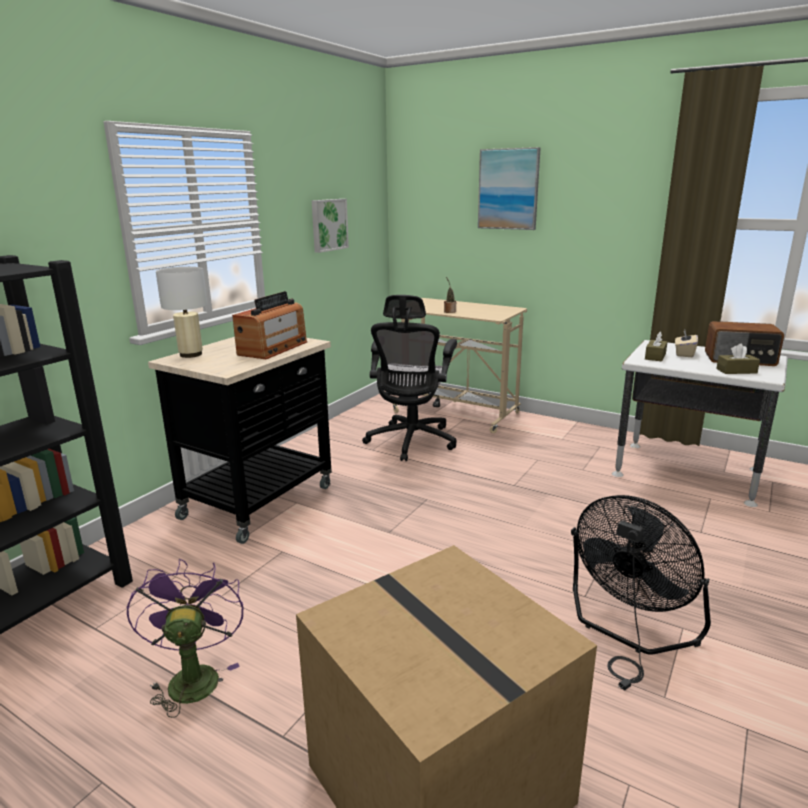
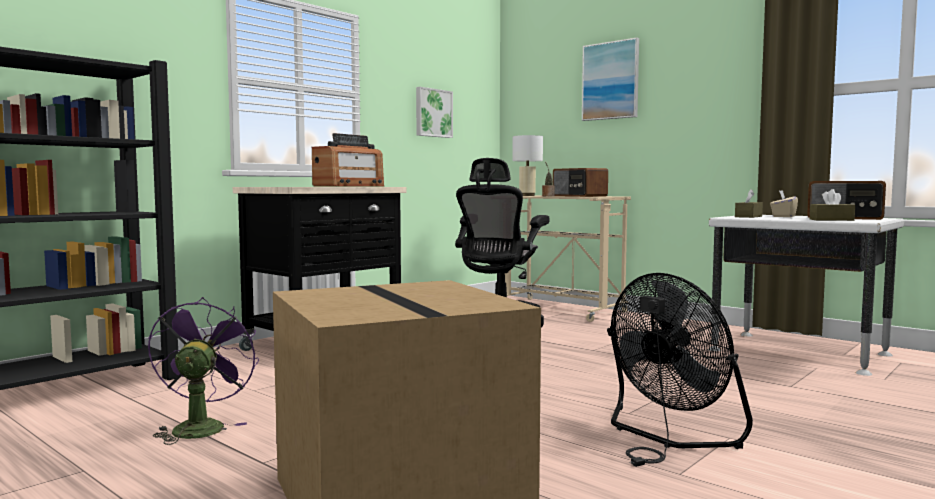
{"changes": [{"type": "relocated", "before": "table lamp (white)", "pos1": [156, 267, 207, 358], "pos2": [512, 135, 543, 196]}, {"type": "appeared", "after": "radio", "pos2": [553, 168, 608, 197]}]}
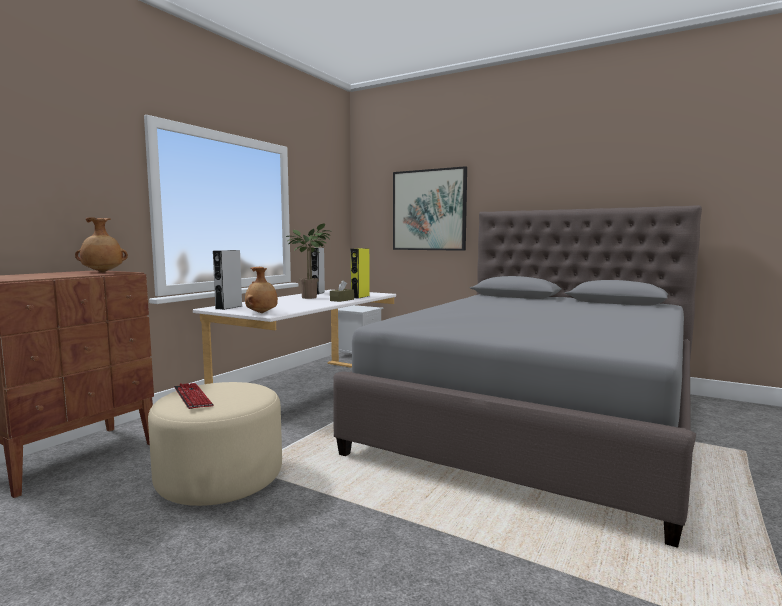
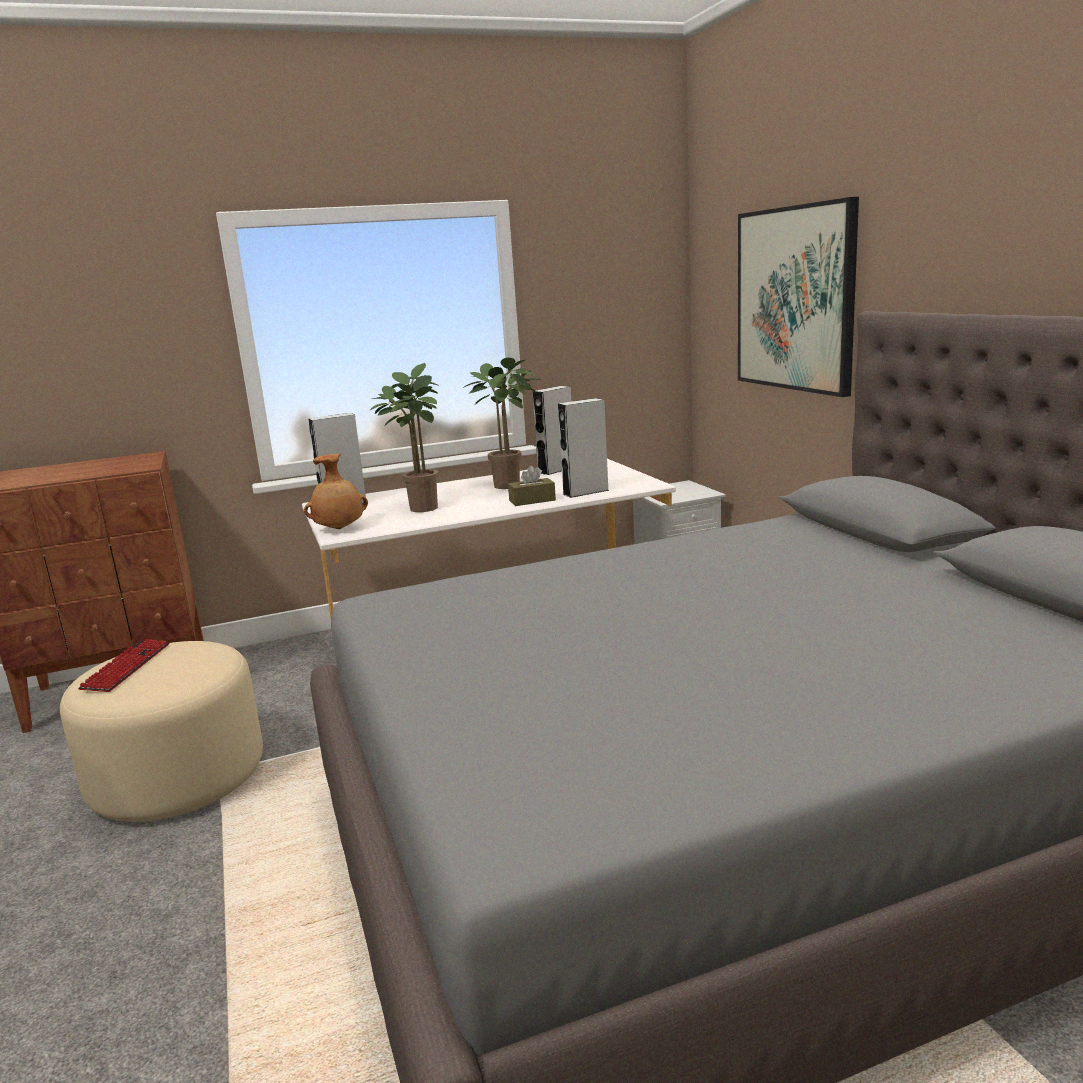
{"changes": [{"type": "missing", "before": "vase (brown)", "pos1": [75, 217, 128, 272]}, {"type": "colour", "before": "speaker (yellow)", "after": "speaker (grey)", "pos1": [350, 248, 370, 299], "pos2": [558, 398, 610, 498]}, {"type": "appeared", "after": "potted plant", "pos2": [370, 363, 439, 512]}]}
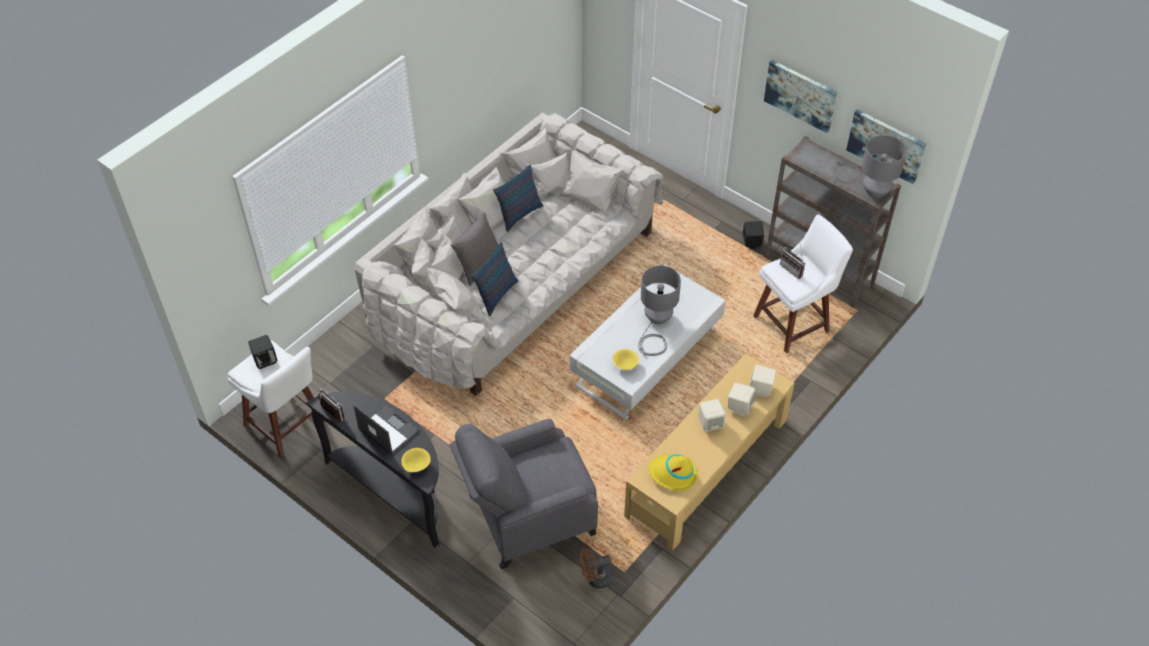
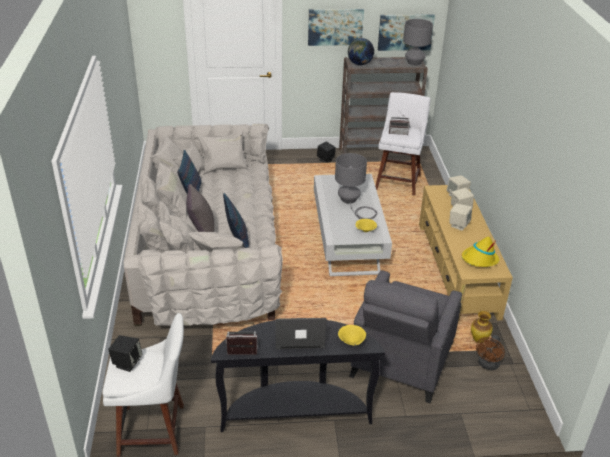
{"changes": [{"type": "appeared", "after": "globe", "pos2": [348, 38, 374, 65]}, {"type": "appeared", "after": "vase", "pos2": [471, 311, 493, 343]}]}
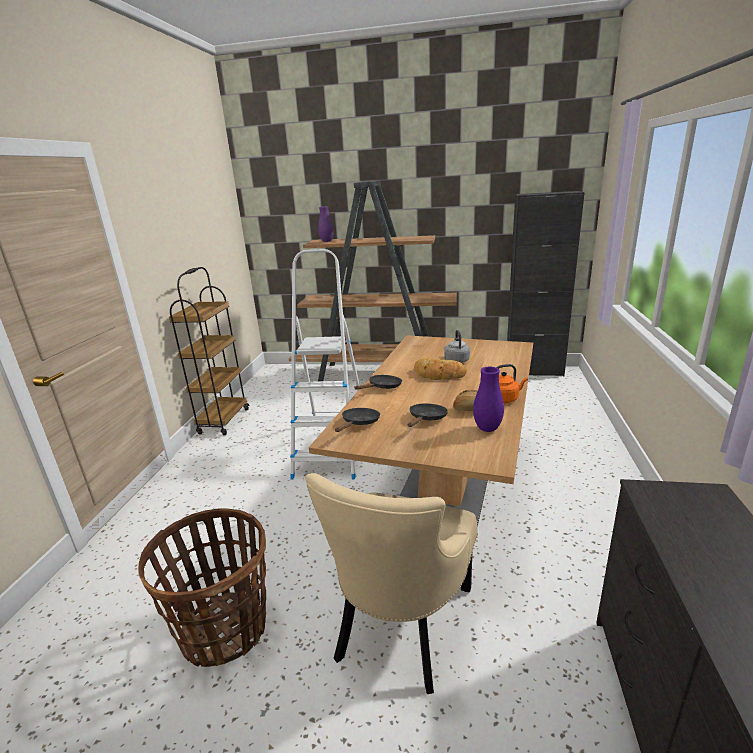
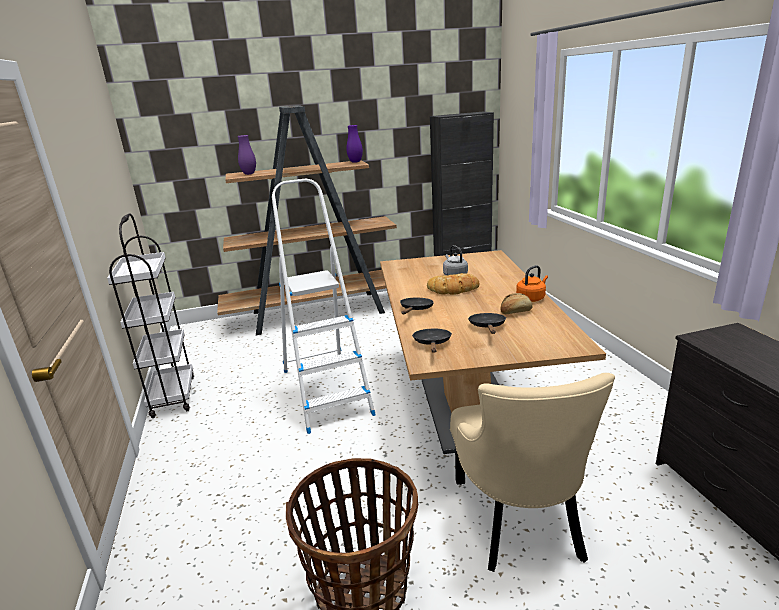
{"changes": [{"type": "colour", "before": "cart (brown)", "after": "cart (white)", "pos1": [169, 267, 250, 435], "pos2": [107, 213, 194, 418]}, {"type": "relocated", "before": "vase (purple)", "pos1": [473, 367, 504, 432], "pos2": [346, 125, 363, 163]}]}
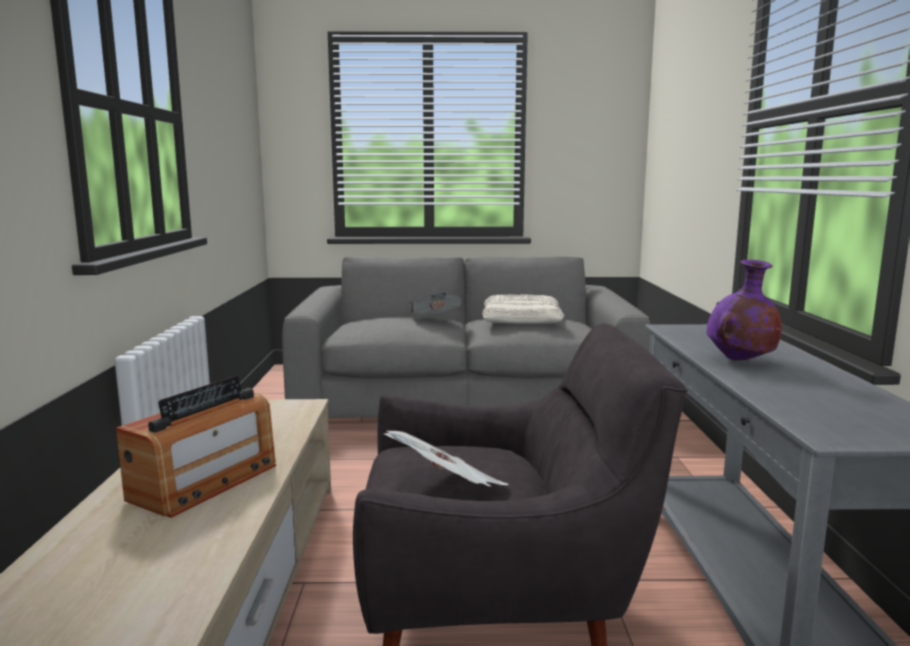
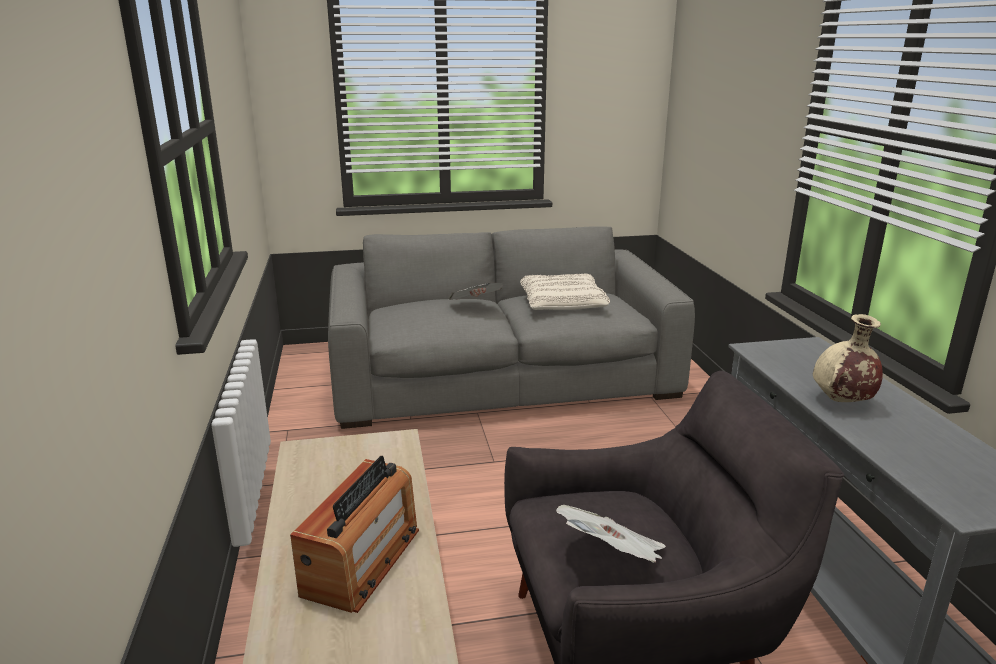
{"changes": [{"type": "colour", "before": "vase (purple)", "after": "vase (beige)", "pos1": [706, 260, 782, 361], "pos2": [813, 314, 883, 402]}]}
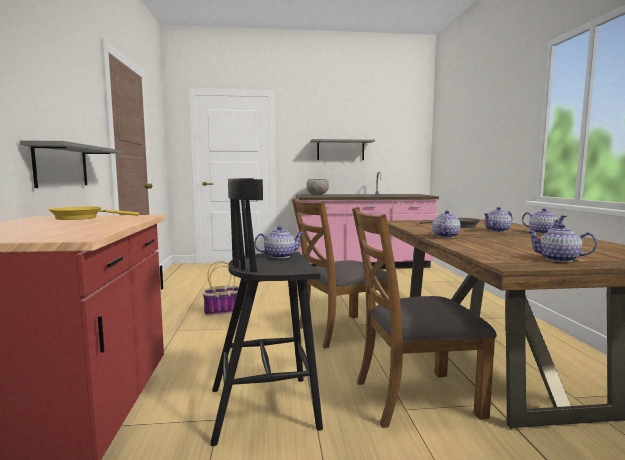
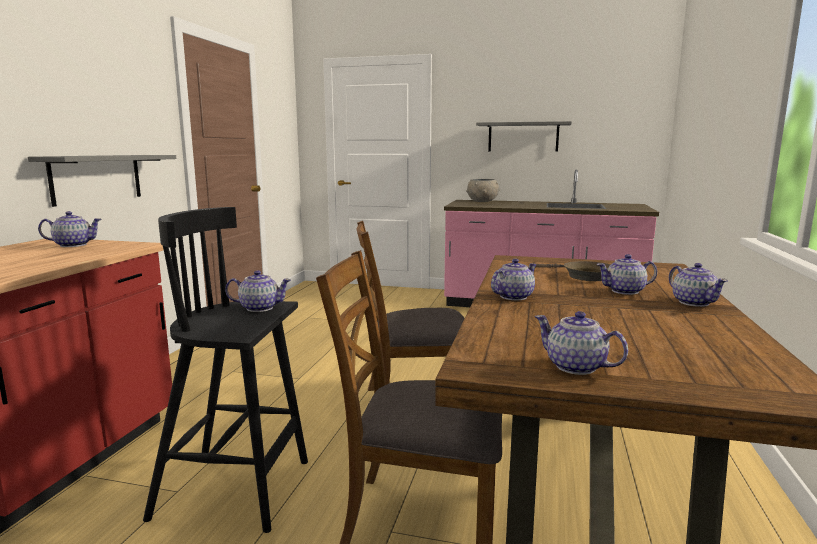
{"changes": [{"type": "exchanged", "before": "frying pan (yellow)", "after": "teapot", "pos1": [48, 206, 139, 220], "pos2": [38, 211, 102, 247]}, {"type": "missing", "before": "basket", "pos1": [202, 261, 239, 316]}]}
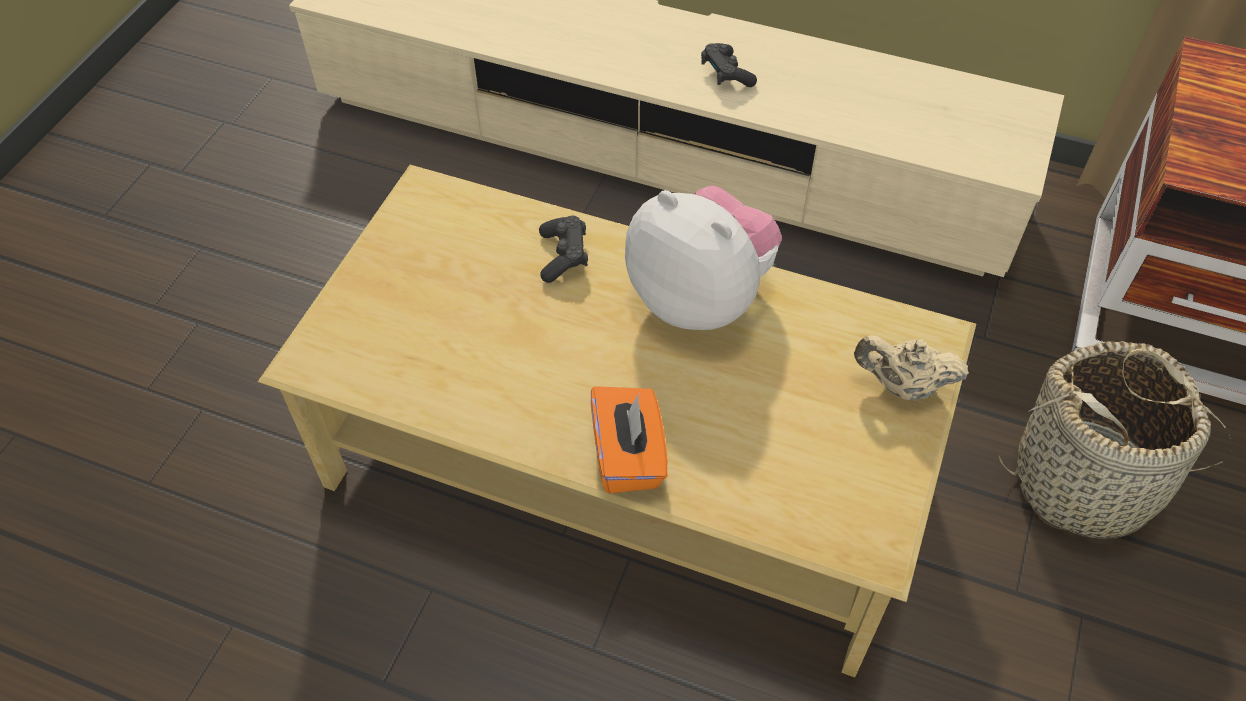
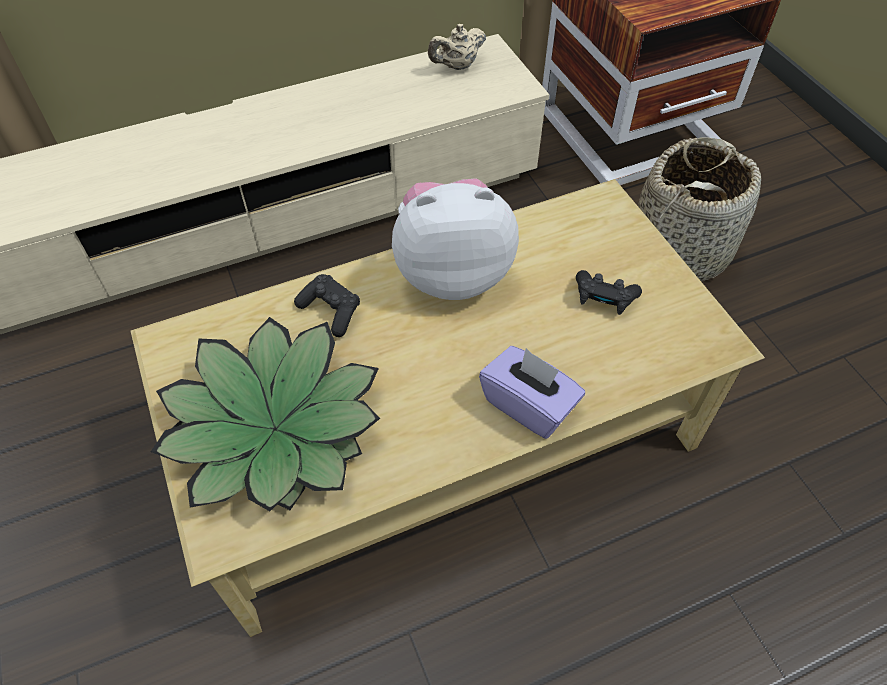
{"changes": [{"type": "relocated", "before": "game controller (black)", "pos1": [701, 43, 757, 87], "pos2": [576, 270, 642, 315]}, {"type": "relocated", "before": "teapot (beige)", "pos1": [854, 335, 969, 401], "pos2": [428, 24, 486, 70]}, {"type": "colour", "before": "tissue box (orange)", "after": "tissue box (purple)", "pos1": [591, 386, 668, 494], "pos2": [479, 346, 585, 439]}, {"type": "appeared", "after": "potted plant", "pos2": [151, 317, 380, 511]}]}
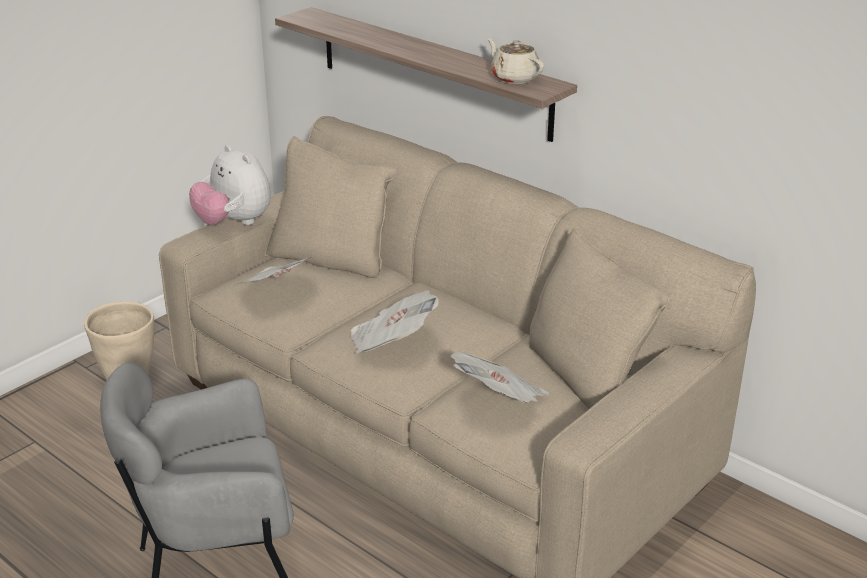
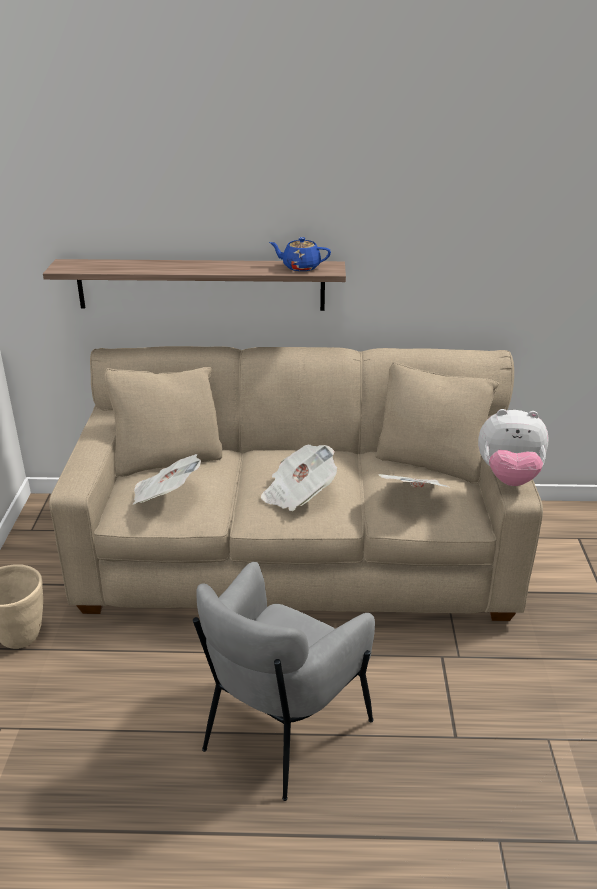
{"changes": [{"type": "colour", "before": "teapot (beige)", "after": "teapot (blue)", "pos1": [487, 38, 544, 84], "pos2": [269, 237, 331, 271]}, {"type": "relocated", "before": "plush toy", "pos1": [189, 145, 271, 225], "pos2": [478, 409, 549, 486]}]}
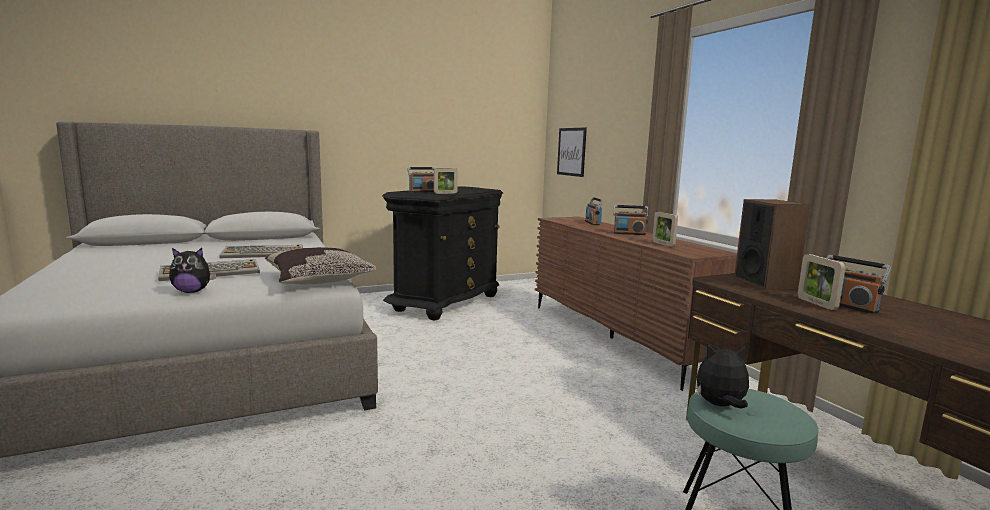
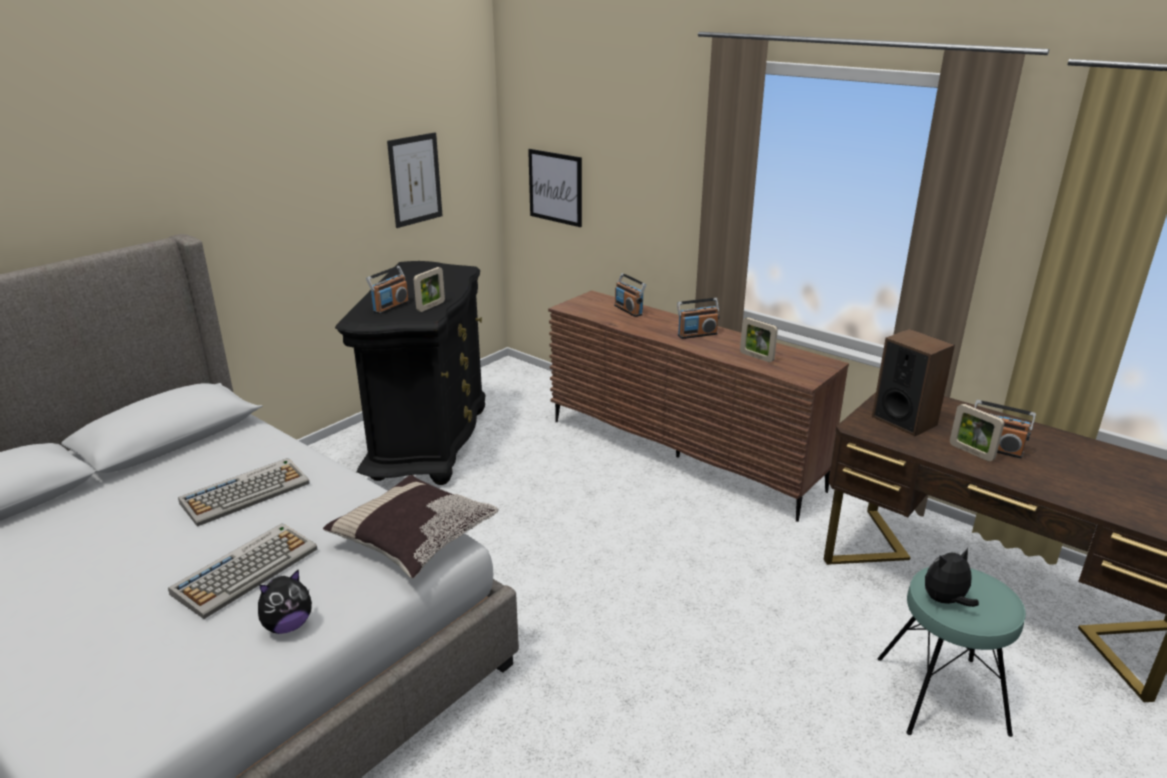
{"changes": [{"type": "appeared", "after": "picture", "pos2": [387, 132, 443, 228]}]}
